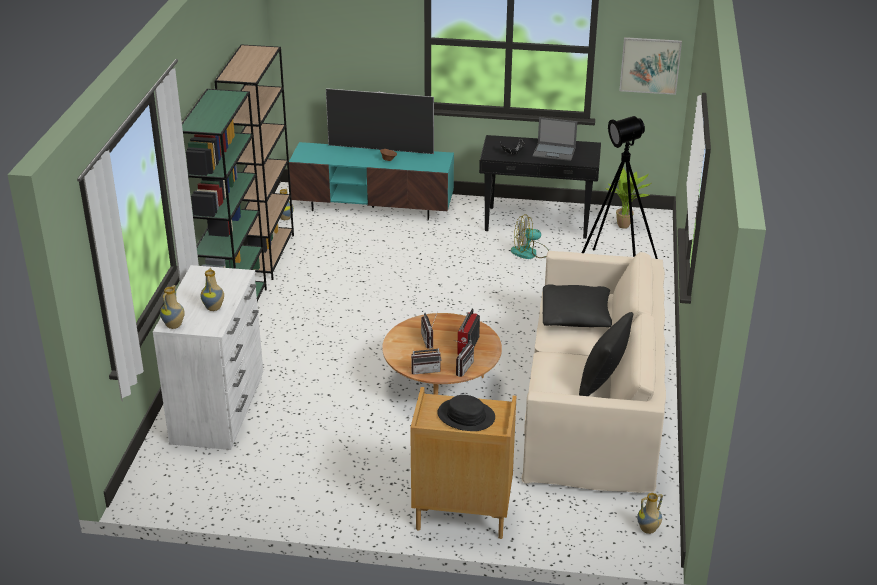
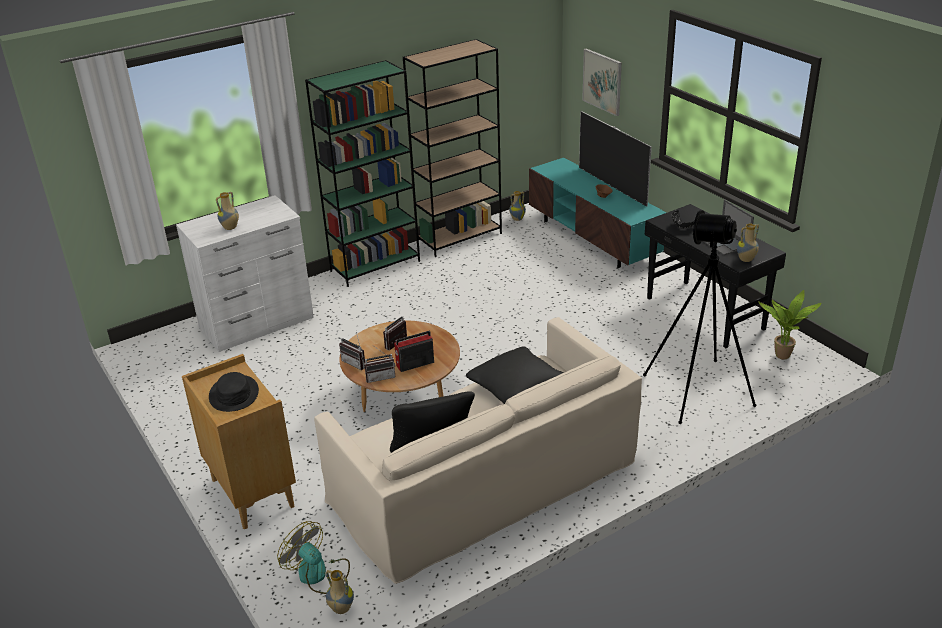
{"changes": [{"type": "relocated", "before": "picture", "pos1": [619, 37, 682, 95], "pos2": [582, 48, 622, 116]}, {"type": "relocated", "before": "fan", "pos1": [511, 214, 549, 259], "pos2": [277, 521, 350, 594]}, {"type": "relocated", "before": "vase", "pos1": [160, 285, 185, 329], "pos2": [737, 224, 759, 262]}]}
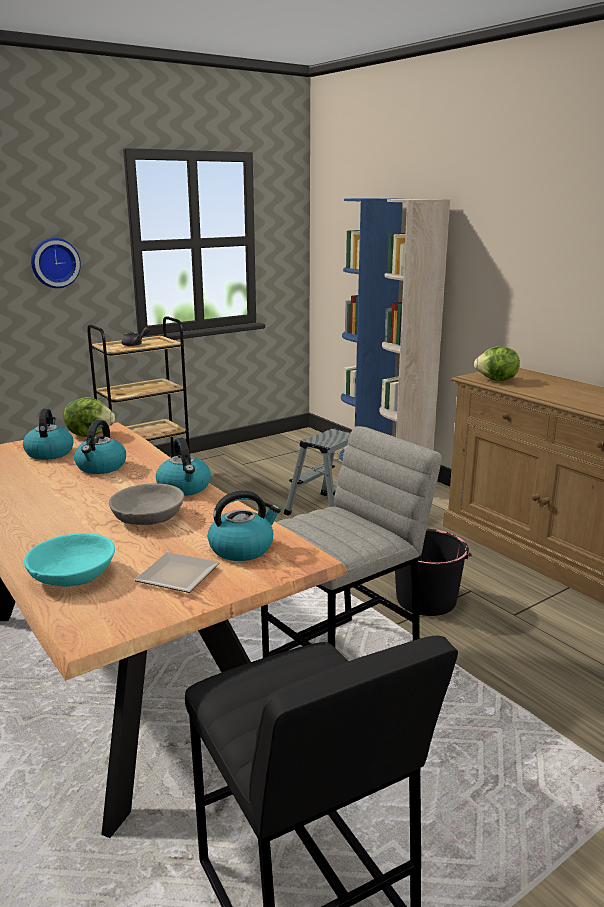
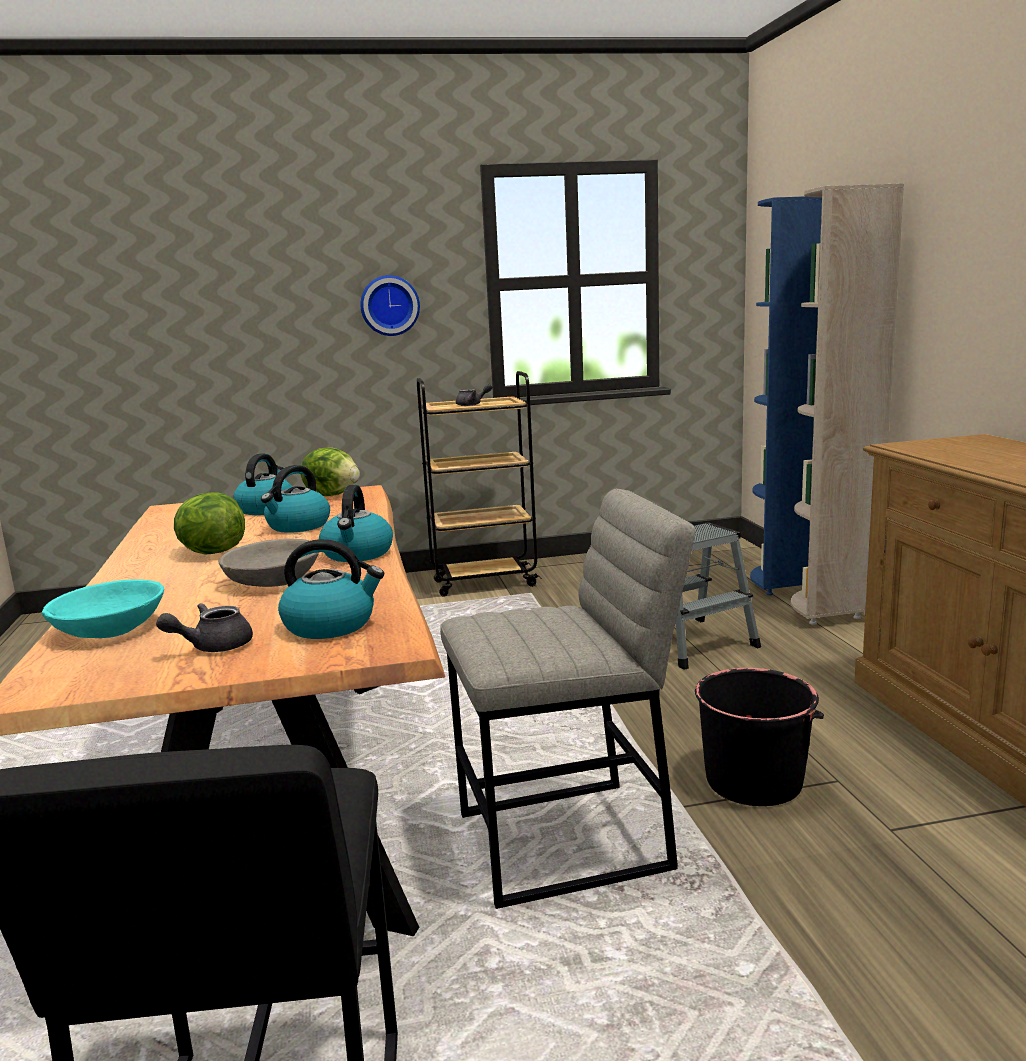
{"changes": [{"type": "relocated", "before": "lettuce", "pos1": [474, 346, 520, 381], "pos2": [174, 492, 245, 554]}, {"type": "exchanged", "before": "plate", "after": "teapot (grey)", "pos1": [134, 552, 220, 593], "pos2": [156, 603, 253, 652]}]}
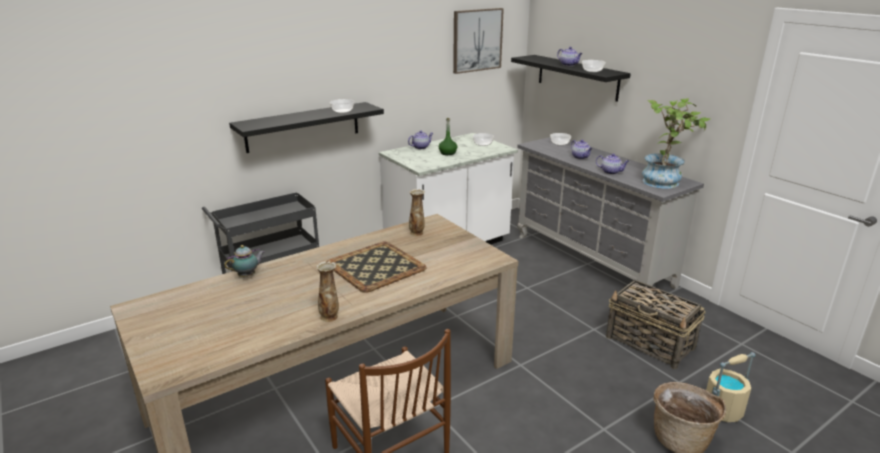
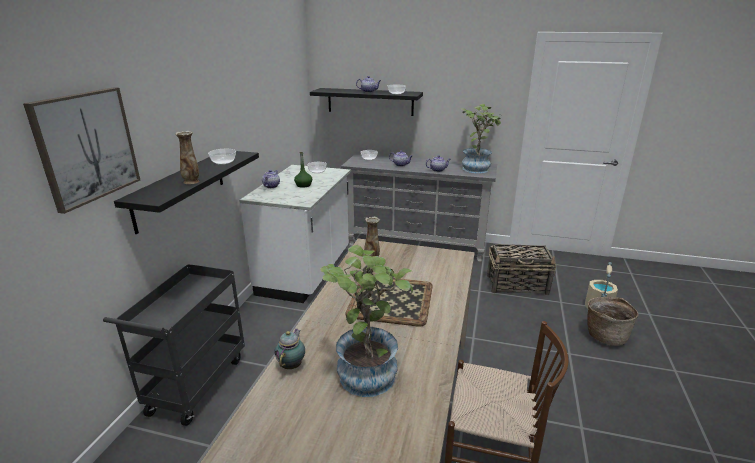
{"changes": [{"type": "relocated", "before": "picture", "pos1": [453, 8, 504, 74], "pos2": [23, 87, 140, 214]}, {"type": "relocated", "before": "vase", "pos1": [316, 262, 339, 322], "pos2": [176, 131, 199, 184]}, {"type": "appeared", "after": "potted plant", "pos2": [320, 245, 413, 397]}]}
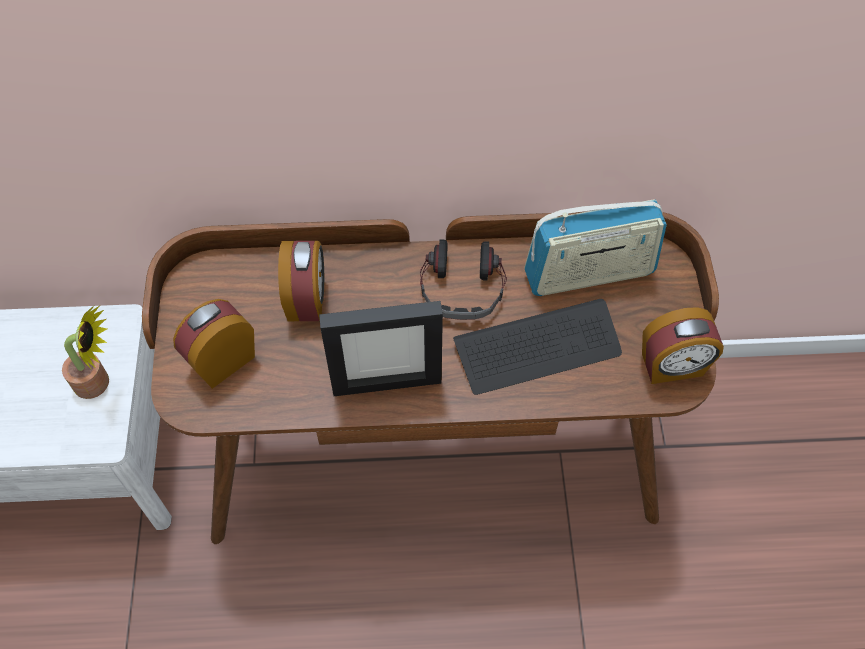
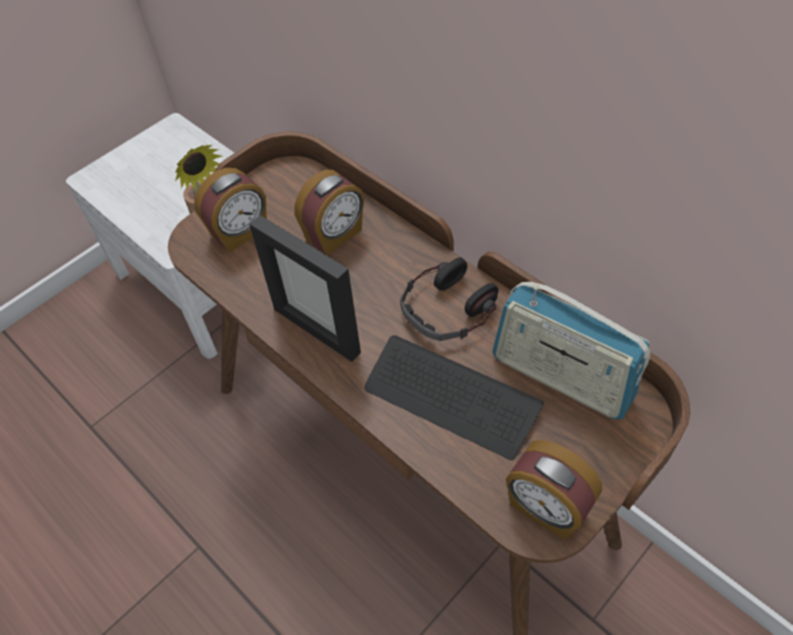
{"changes": [{"type": "spun", "before": "alarm clock", "pos1": [173, 299, 255, 389], "pos2": [194, 168, 267, 252], "turn": 135}]}
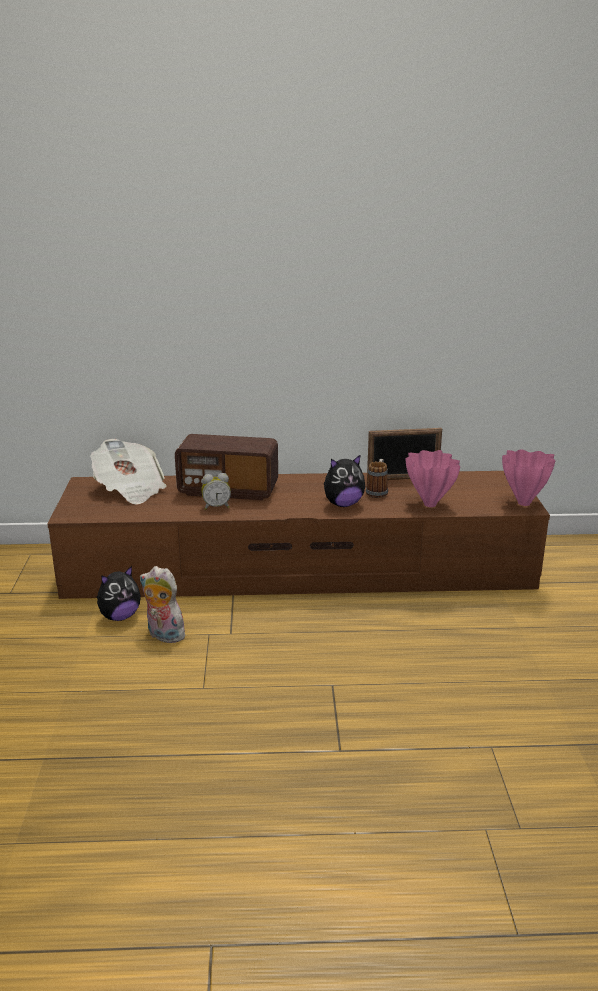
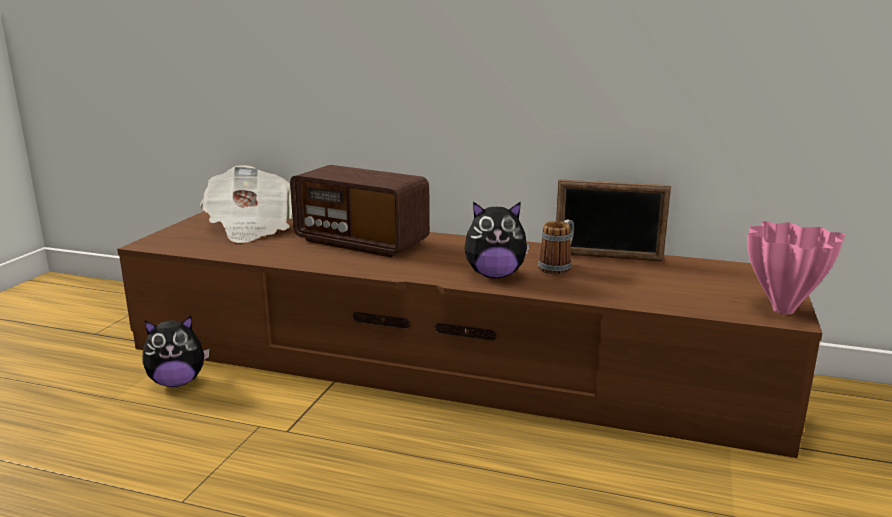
{"changes": [{"type": "missing", "before": "vase (pink)", "pos1": [405, 450, 460, 507]}, {"type": "missing", "before": "alarm clock", "pos1": [201, 473, 231, 510]}, {"type": "missing", "before": "plush toy", "pos1": [140, 566, 187, 643]}]}
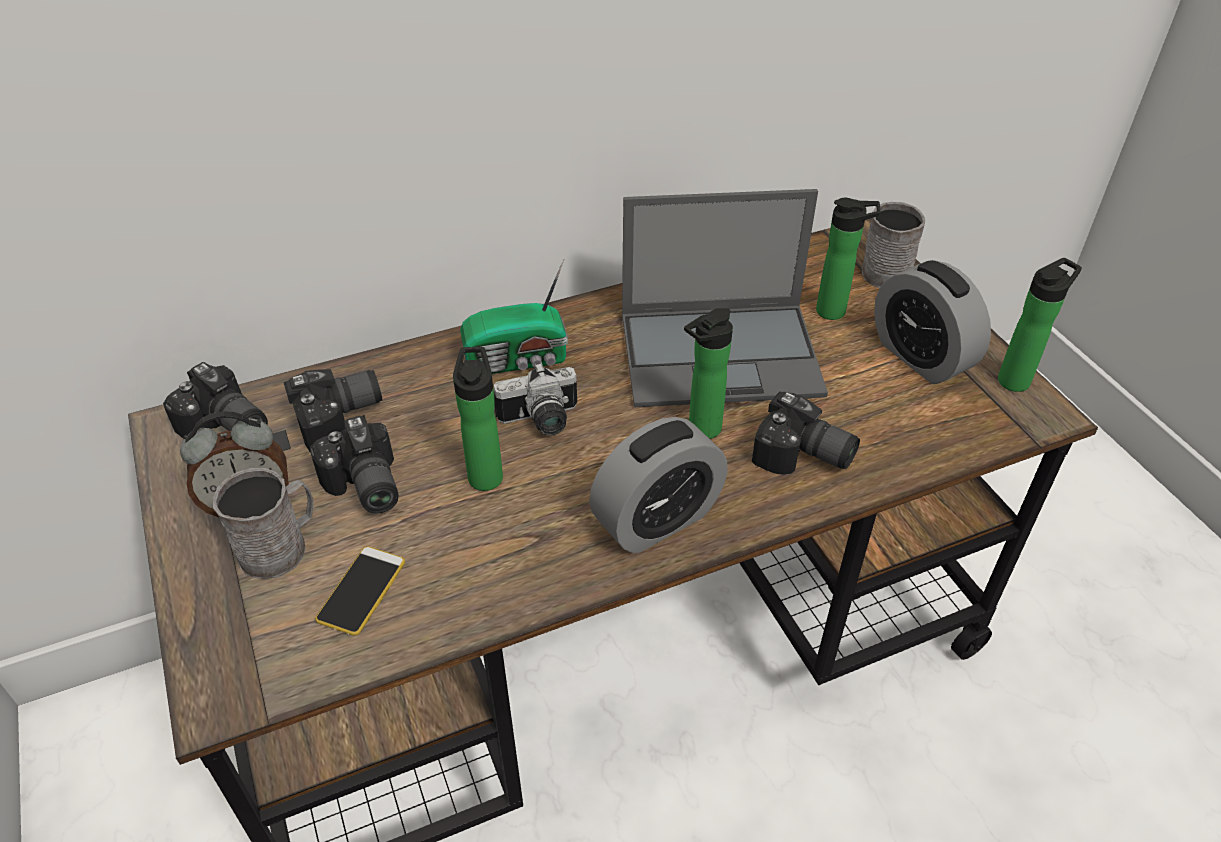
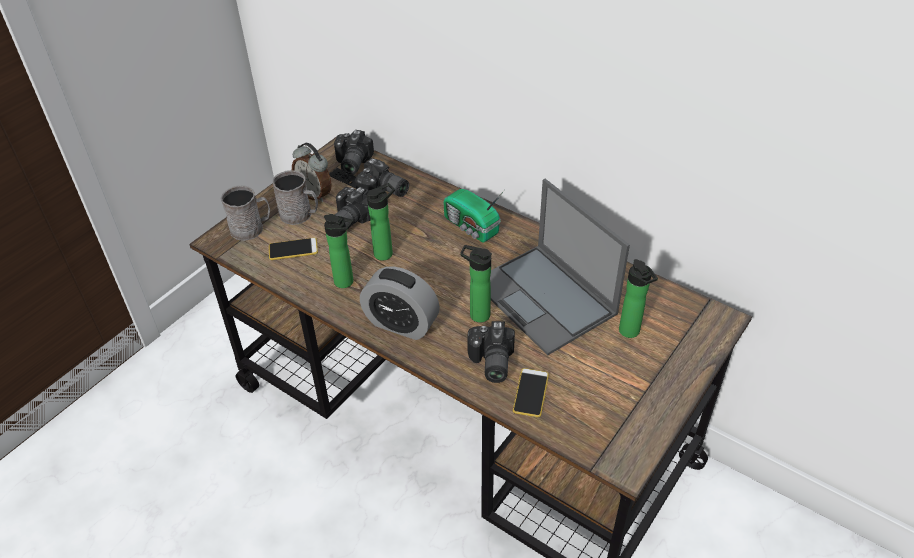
{"changes": [{"type": "relocated", "before": "mug (grey)", "pos1": [862, 202, 925, 288], "pos2": [220, 185, 270, 241]}, {"type": "relocated", "before": "bottle", "pos1": [998, 258, 1082, 392], "pos2": [324, 214, 353, 288]}, {"type": "missing", "before": "alarm clock", "pos1": [874, 260, 991, 384]}, {"type": "missing", "before": "photo camera", "pos1": [494, 362, 577, 435]}, {"type": "appeared", "after": "phone", "pos2": [513, 368, 549, 417]}]}
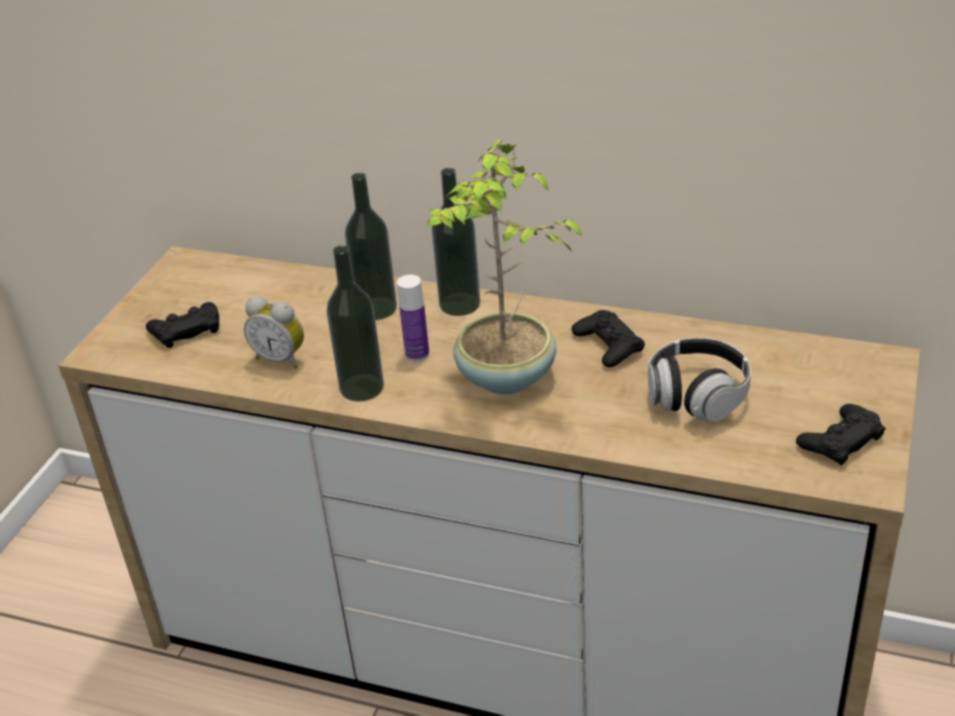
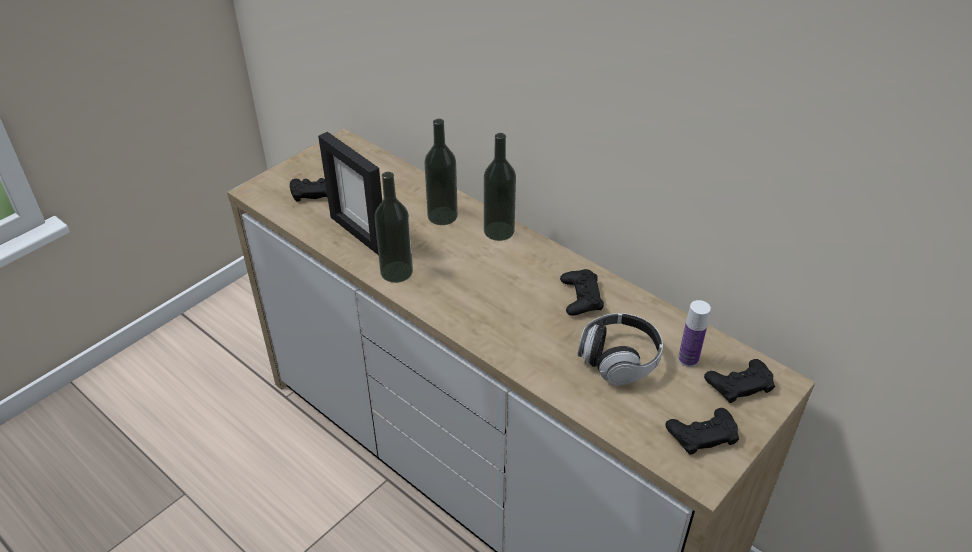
{"changes": [{"type": "missing", "before": "potted plant", "pos1": [426, 139, 584, 394]}, {"type": "relocated", "before": "bottle", "pos1": [397, 275, 429, 361], "pos2": [678, 300, 711, 367]}, {"type": "exchanged", "before": "alarm clock", "after": "picture frame", "pos1": [244, 296, 304, 369], "pos2": [318, 132, 382, 255]}, {"type": "appeared", "after": "game controller (black)", "pos2": [704, 359, 775, 403]}]}
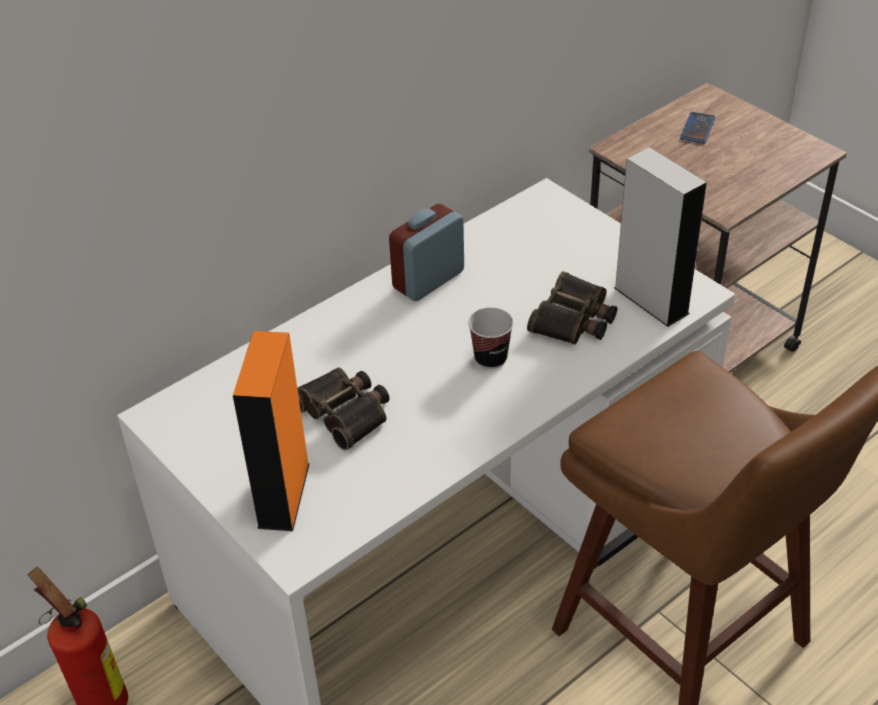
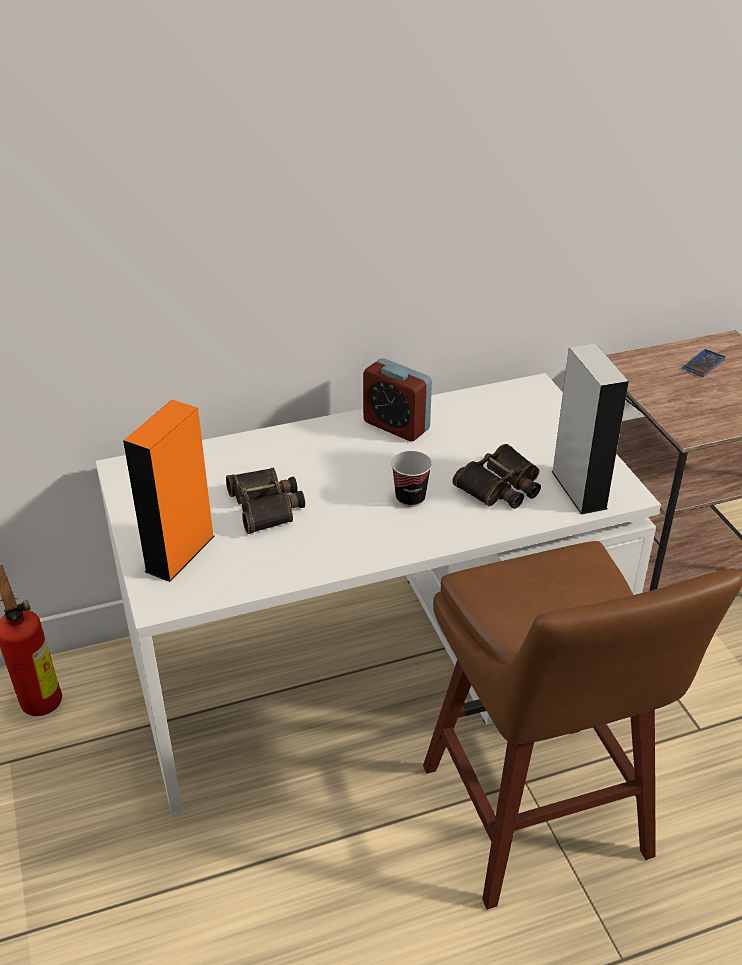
{"changes": [{"type": "spun", "before": "alarm clock", "pos1": [389, 204, 464, 301], "pos2": [363, 358, 432, 441], "turn": -120}]}
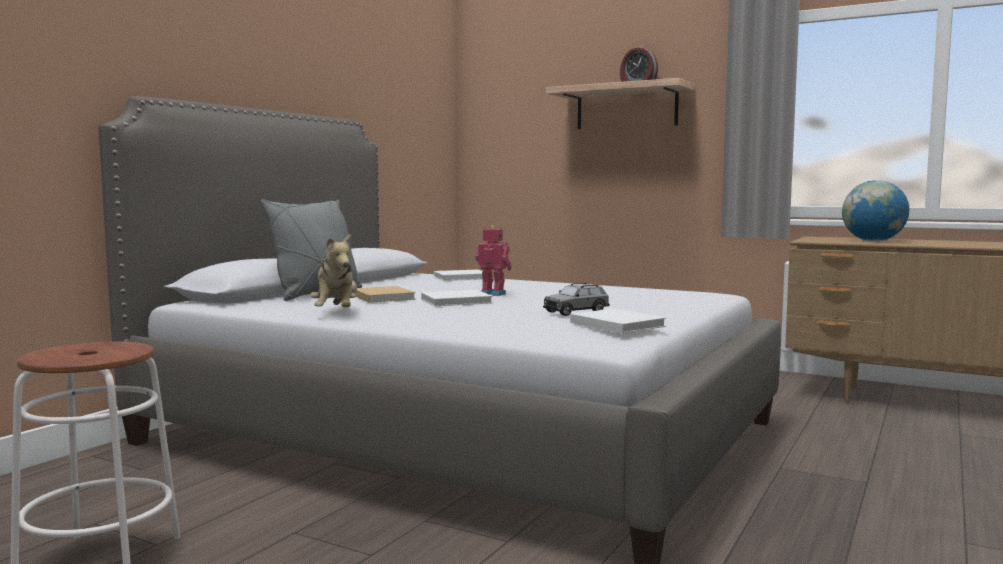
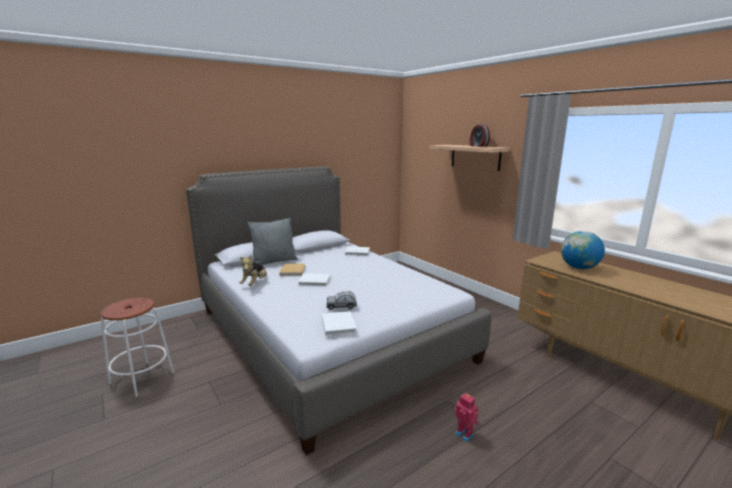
{"changes": [{"type": "relocated", "before": "toy robot", "pos1": [475, 225, 512, 296], "pos2": [454, 393, 480, 442]}]}
